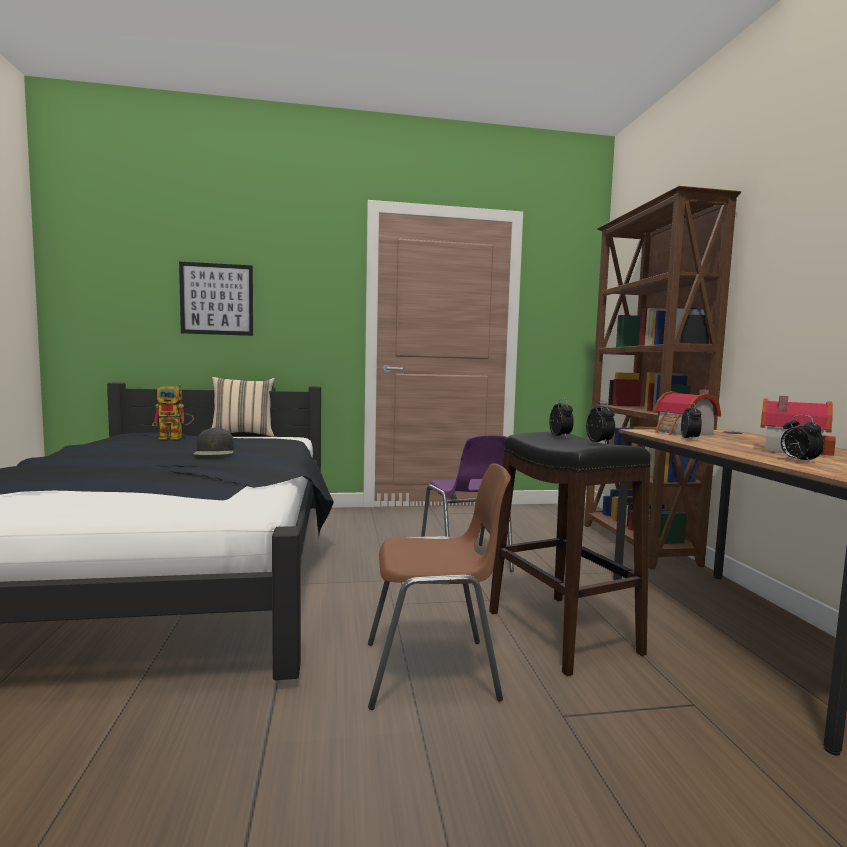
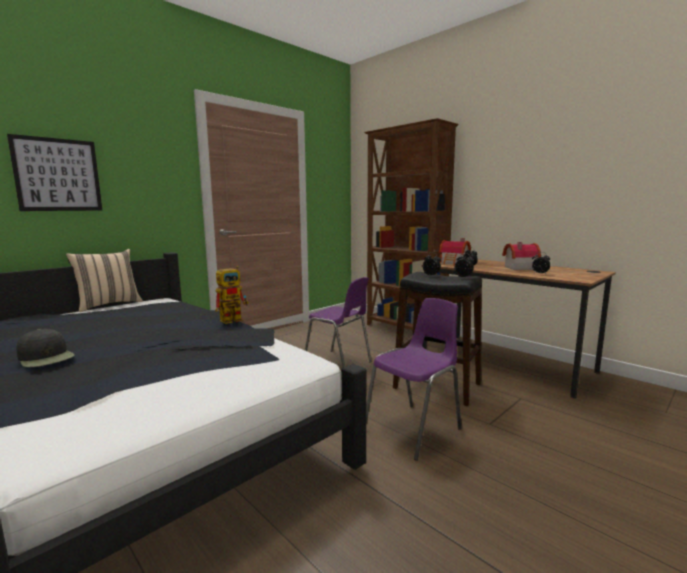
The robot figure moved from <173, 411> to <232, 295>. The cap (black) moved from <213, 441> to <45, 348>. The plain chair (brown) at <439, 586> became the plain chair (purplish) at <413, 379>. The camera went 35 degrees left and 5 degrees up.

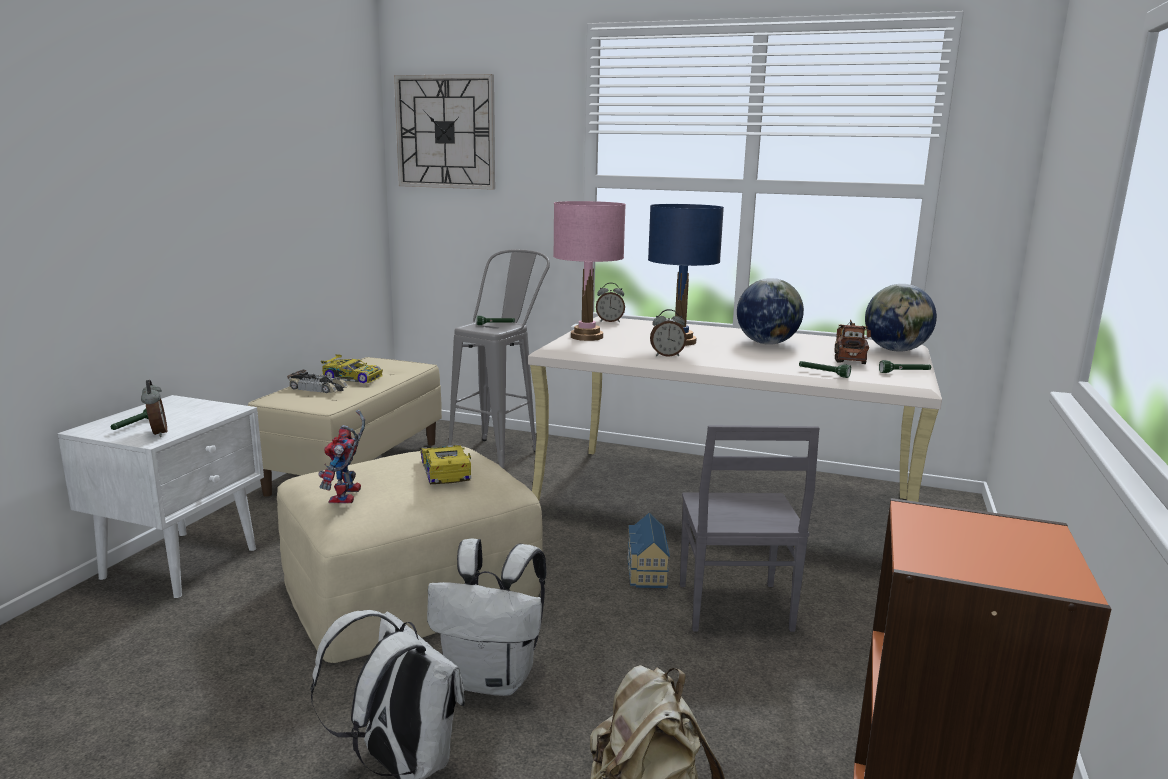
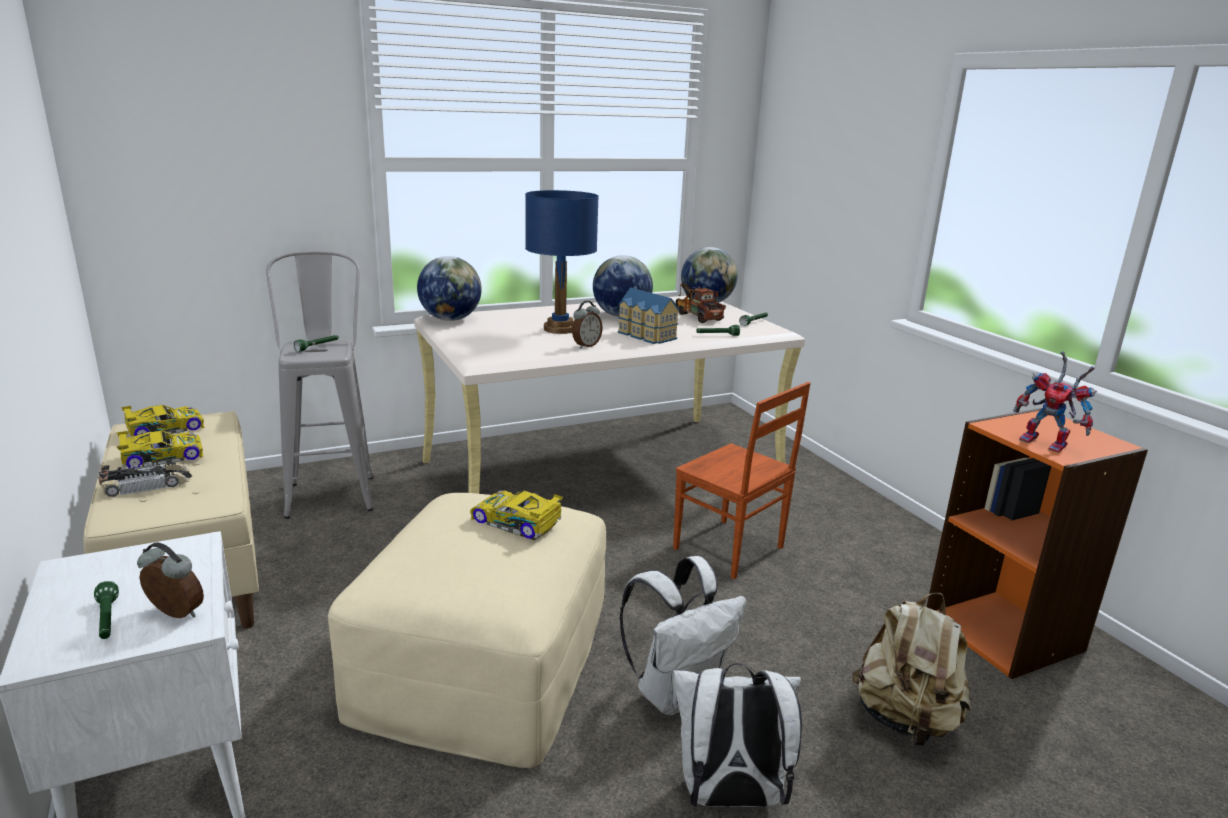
The hanging clock at <444, 132> disappeared. The table lamp (pink-coloured) at <589, 271> disappeared. The alarm clock at <610, 302> was replaced by the world globe at <449, 288>. The robot figure moved from <341, 456> to <1055, 402>. The plain chair (gray) at <750, 528> became the plain chair (brown) at <742, 480>. The toy house moved from <648, 550> to <649, 315>. The miniature car at <163, 421> appeared. The camera went 45 degrees left and 5 degrees up.

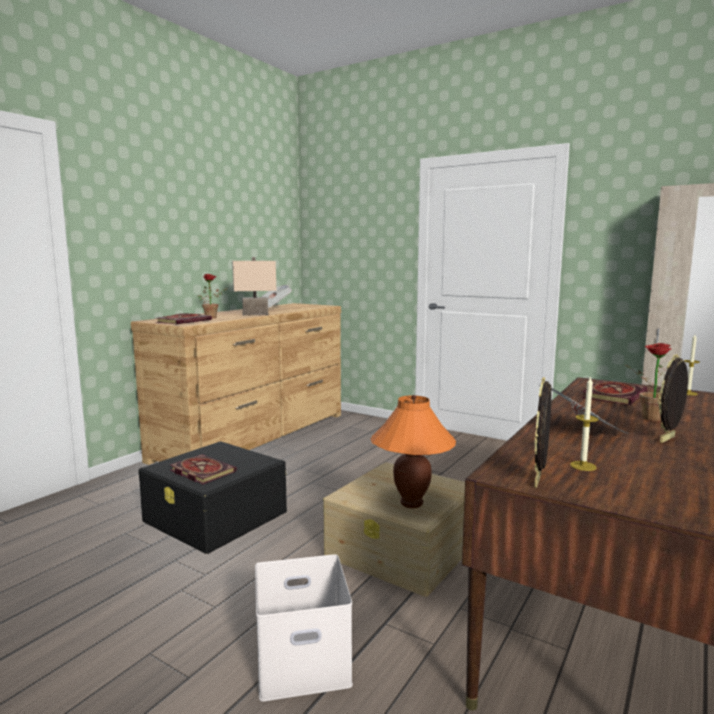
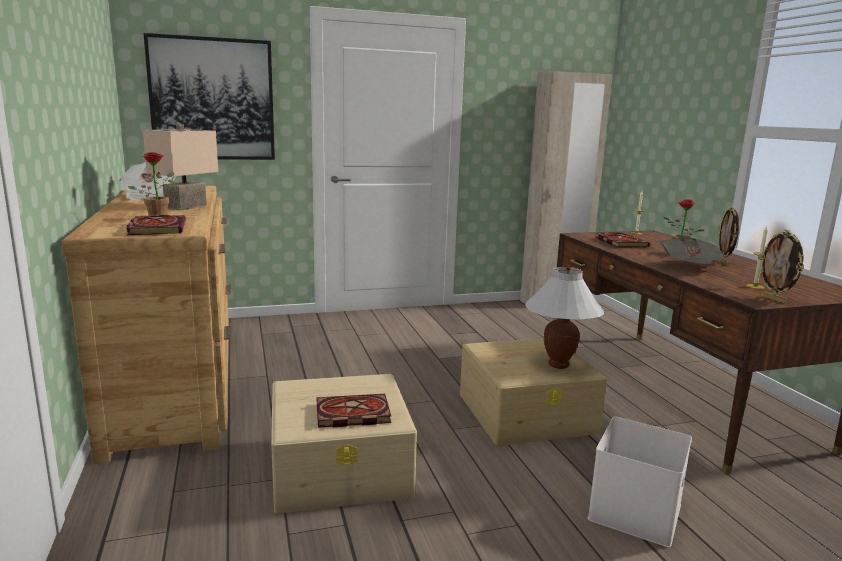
The table lamp (orangey) at <413, 451> became the table lamp (white-coloured) at <564, 317>. The storage bin (black) at <213, 497> became the storage bin (sand-coloured) at <344, 444>. The wall picture at <209, 96> appeared. The camera went 50 degrees left and 5 degrees up.

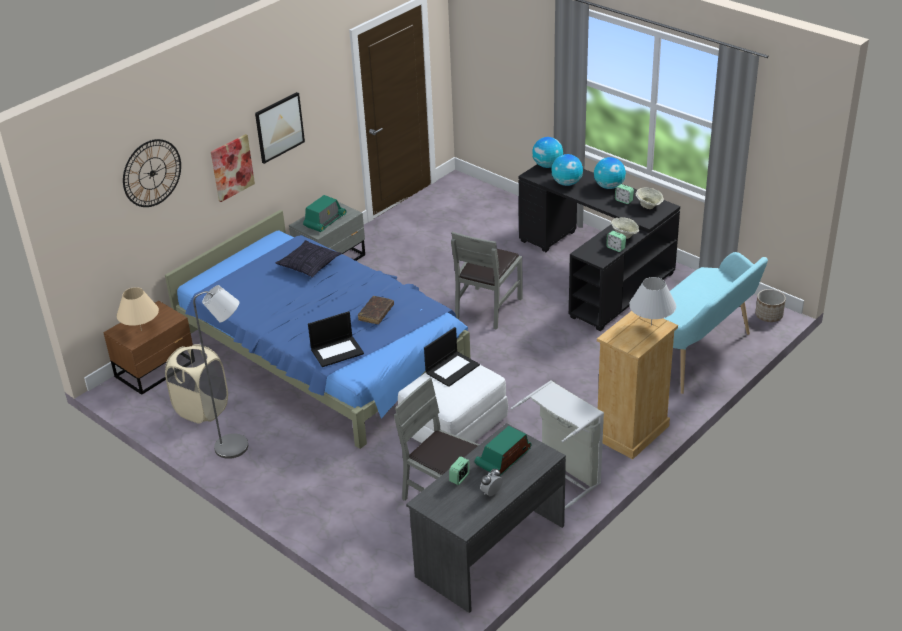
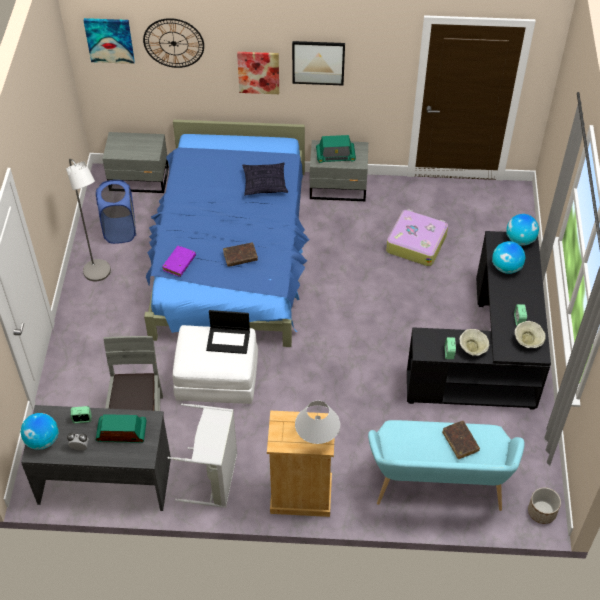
The world globe moved from <610, 173> to <39, 431>. The plain chair (gray) at <487, 281> disappeared. The table lamp (sand-coloured) at <137, 309> disappeared. The nightstand (brown) at <148, 348> became the nightstand (gray) at <136, 162>. The notebook computer at <336, 339> was replaced by the bound book (purplish) at <179, 261>. The laundry basket (sand-coloured) at <196, 384> became the laundry basket (blue) at <116, 212>. The wall picture at <109, 41> appeared. The travel case at <417, 237> appeared. The bound book (brown) at <461, 440> appeared. The camera went 50 degrees right and 15 degrees up.

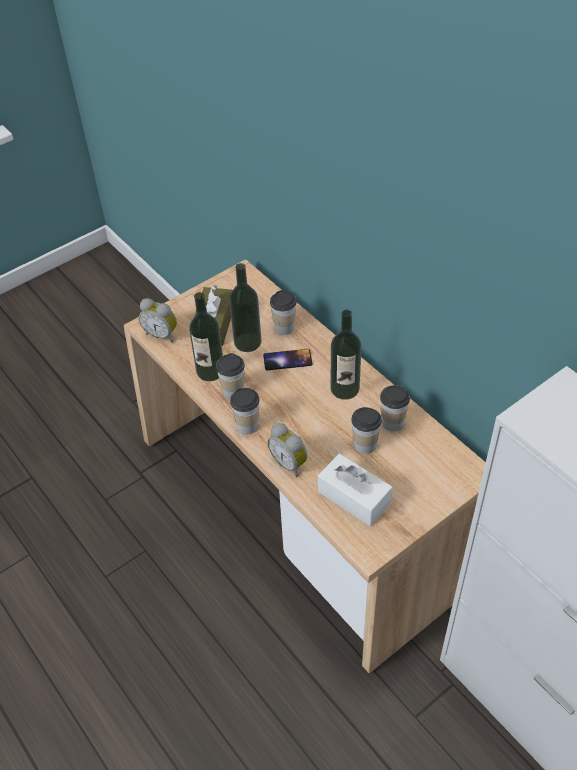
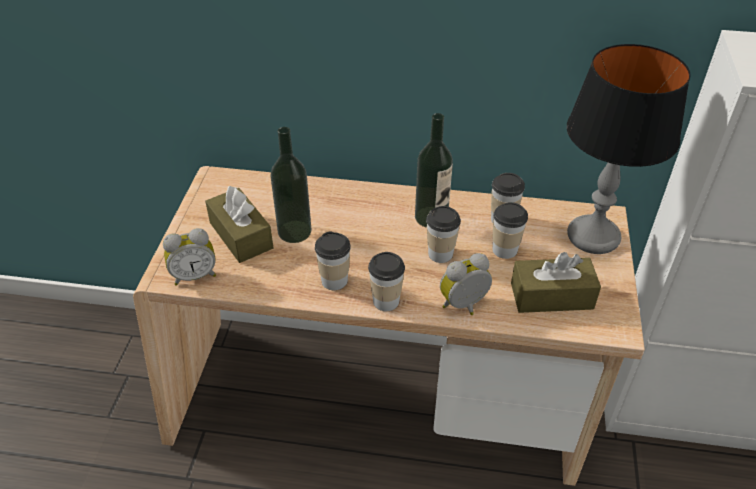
The cup moved from <283, 312> to <443, 234>. The bottle at <206, 336> disappeared. The phone at <287, 359> disappeared. The alarm clock at <287, 450> turned 150 degrees clockwise. The box of tissues (white-coloured) at <355, 490> became the box of tissues (brown) at <556, 282>. The table lamp at <629, 149> appeared. The camera went 45 degrees left and 5 degrees down.

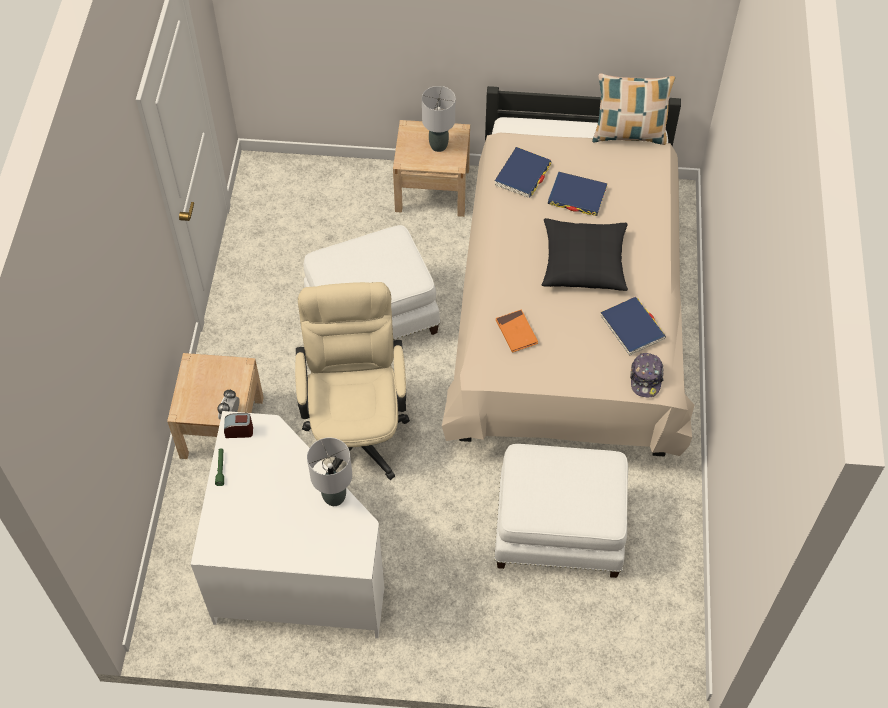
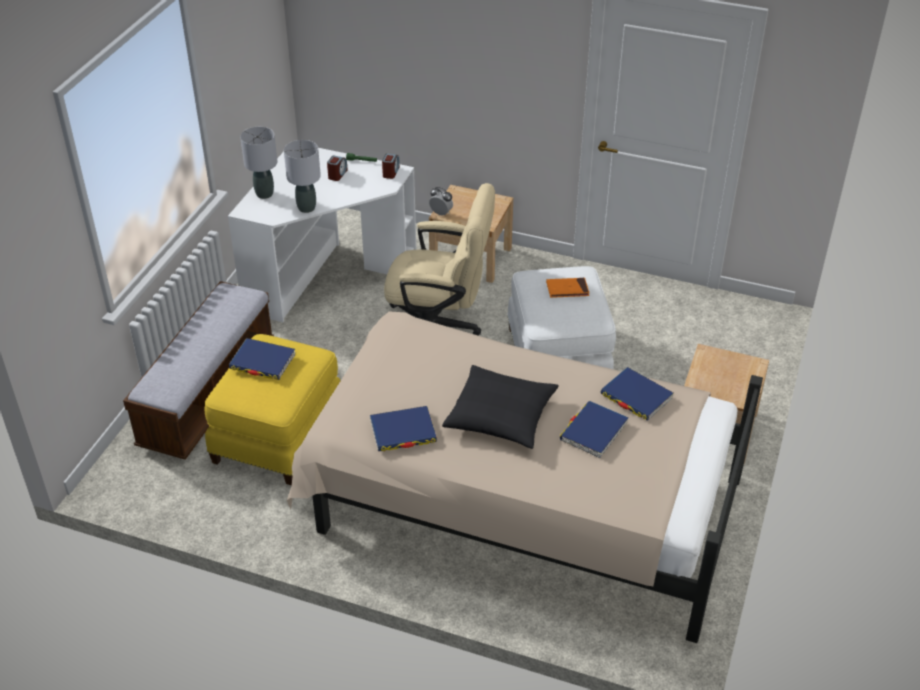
The cushion at <633, 109> disappeared. The table lamp (gray) moved from <438, 119> to <259, 163>. The bound book (orangey) moved from <517, 331> to <567, 288>. The cap at <647, 375> disappeared. The pouffe (white-coloured) at <561, 511> became the pouffe (yellowish) at <272, 410>. The alarm clock at <337, 168> appeared. The long seat at <198, 370> appeared. The bound book (blue) at <262, 359> appeared. The camera went 105 degrees right and 15 degrees down.

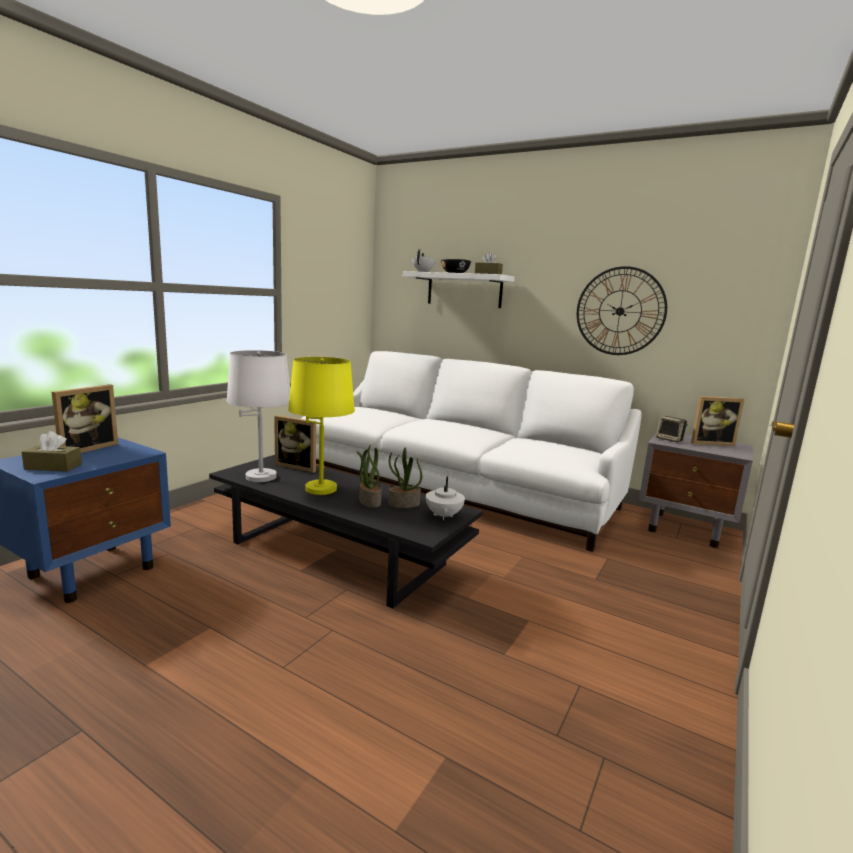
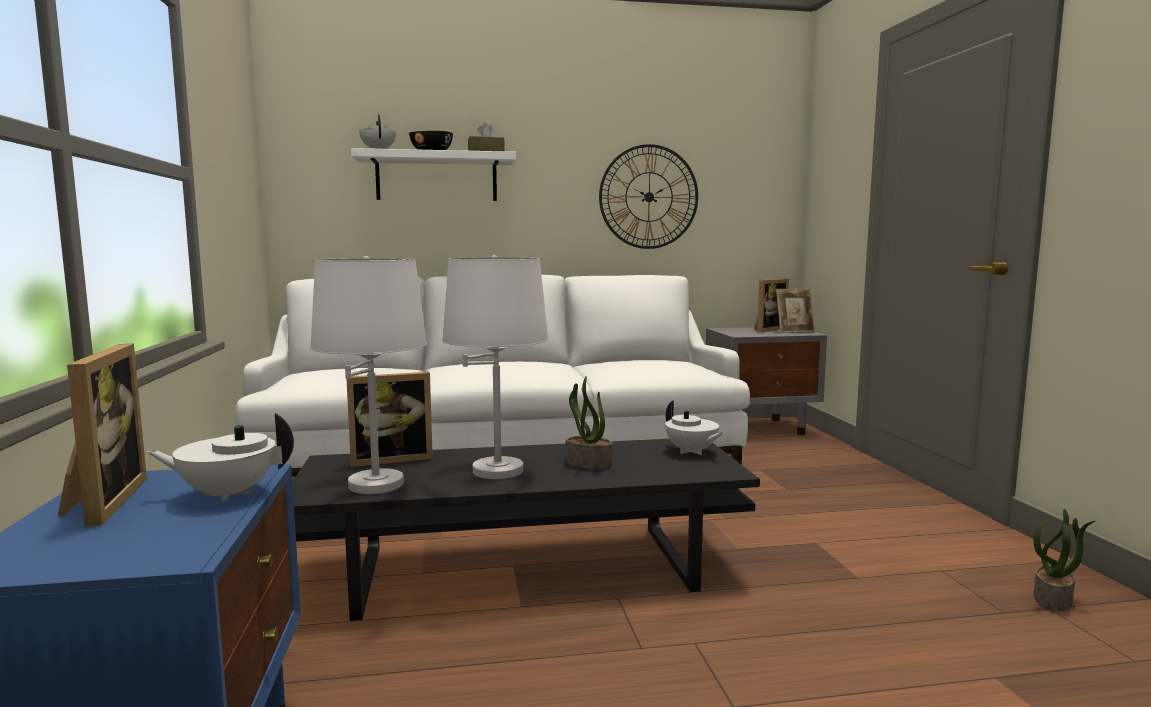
The table lamp (yellowish) at <321, 426> became the table lamp (white-coloured) at <495, 367>. The loudspeaker at <672, 429> disappeared. The box of tissues (brown) at <52, 451> disappeared. The plant in a pot moved from <405, 478> to <1064, 560>. The photo frame at <796, 311> appeared. The tea pot (white-coloured) at <220, 457> appeared. The camera went 40 degrees left and 5 degrees down.

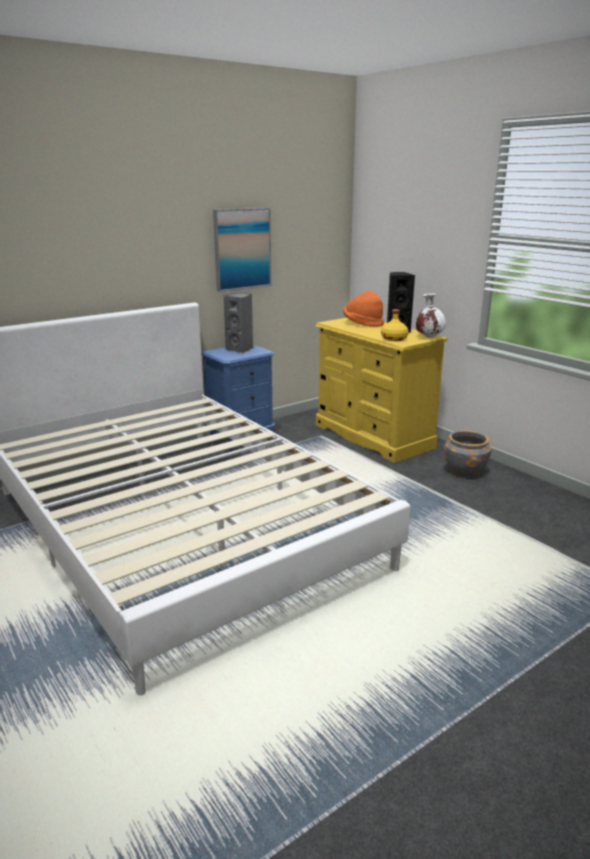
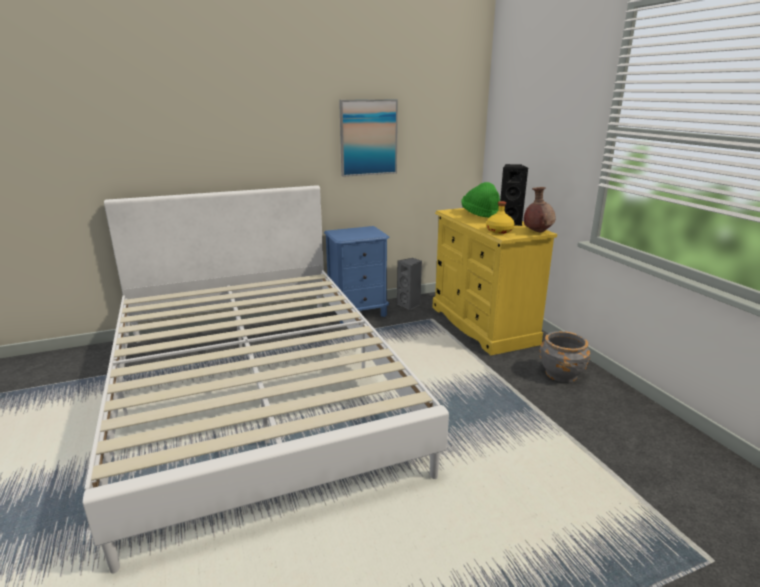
The hat (orangey) at <363, 309> became the hat (greenish) at <480, 200>. The loudspeaker (gray) moved from <238, 323> to <409, 284>. The vase (white-coloured) at <431, 315> became the vase (brown) at <539, 210>. The camera went 15 degrees right and 0 degrees up.

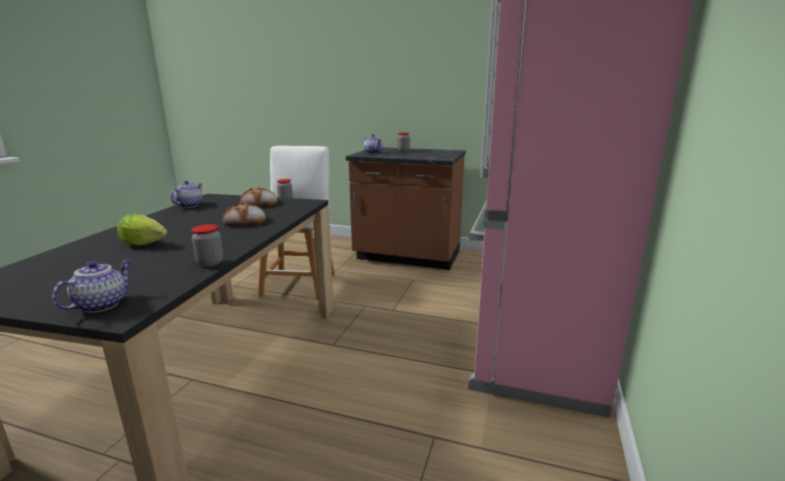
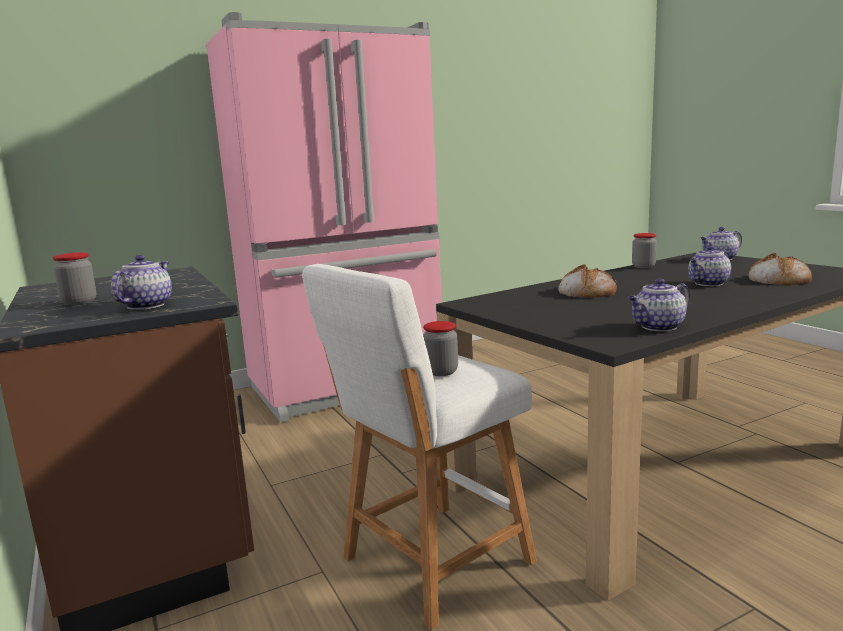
The baked bread moved from <258, 197> to <780, 269>. The lettuce head at <142, 230> was replaced by the tea pot at <709, 265>. The camera went 135 degrees left and 5 degrees down.

